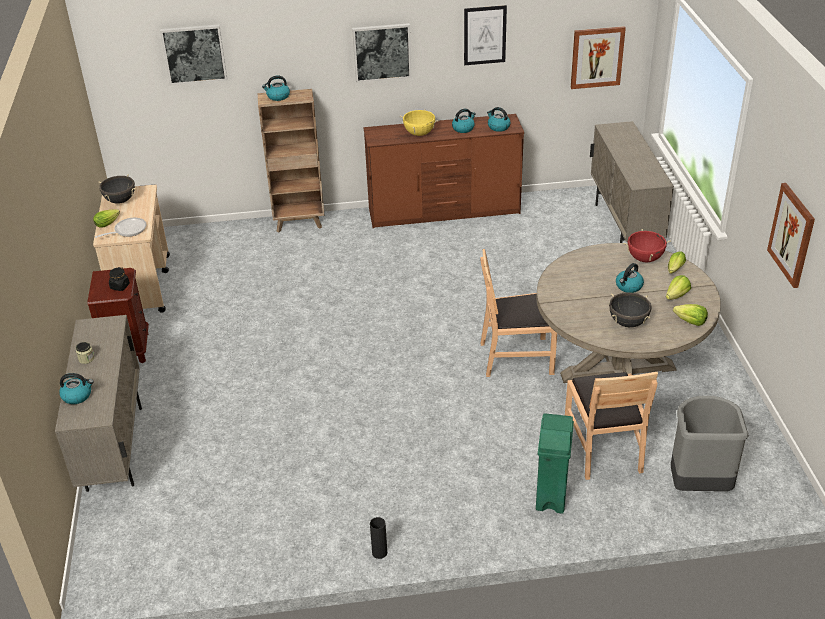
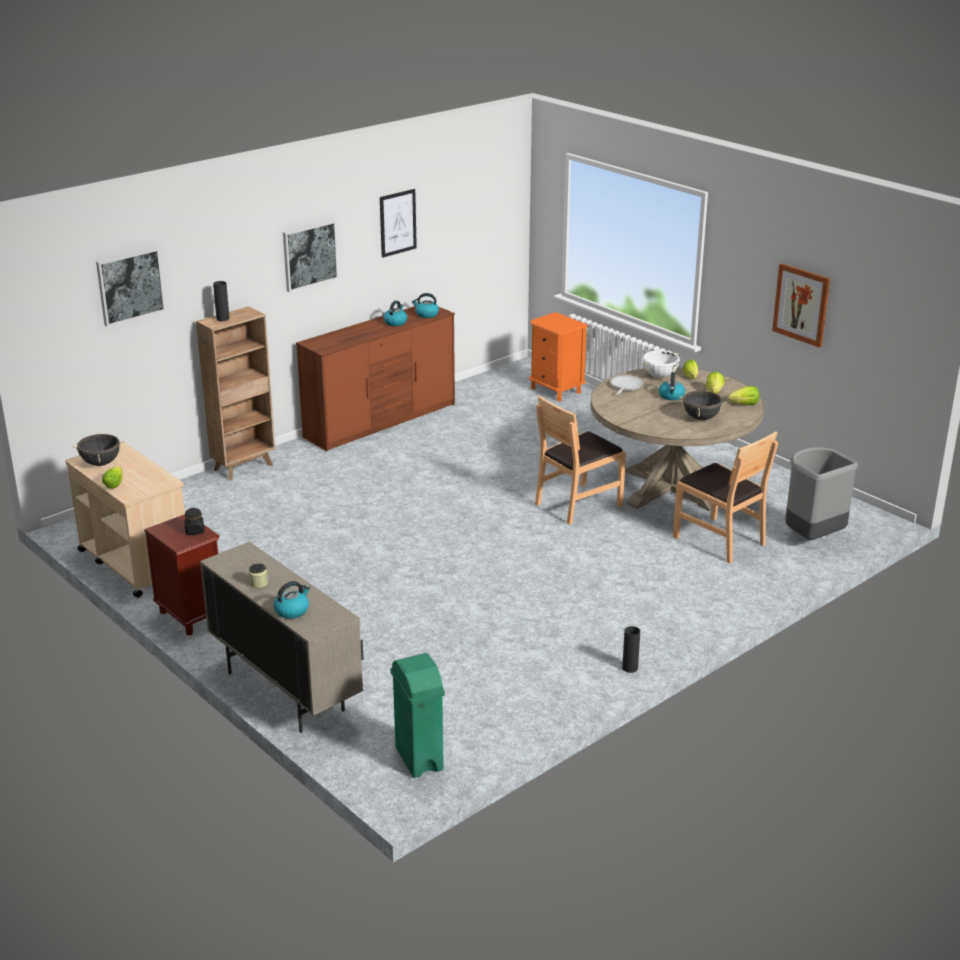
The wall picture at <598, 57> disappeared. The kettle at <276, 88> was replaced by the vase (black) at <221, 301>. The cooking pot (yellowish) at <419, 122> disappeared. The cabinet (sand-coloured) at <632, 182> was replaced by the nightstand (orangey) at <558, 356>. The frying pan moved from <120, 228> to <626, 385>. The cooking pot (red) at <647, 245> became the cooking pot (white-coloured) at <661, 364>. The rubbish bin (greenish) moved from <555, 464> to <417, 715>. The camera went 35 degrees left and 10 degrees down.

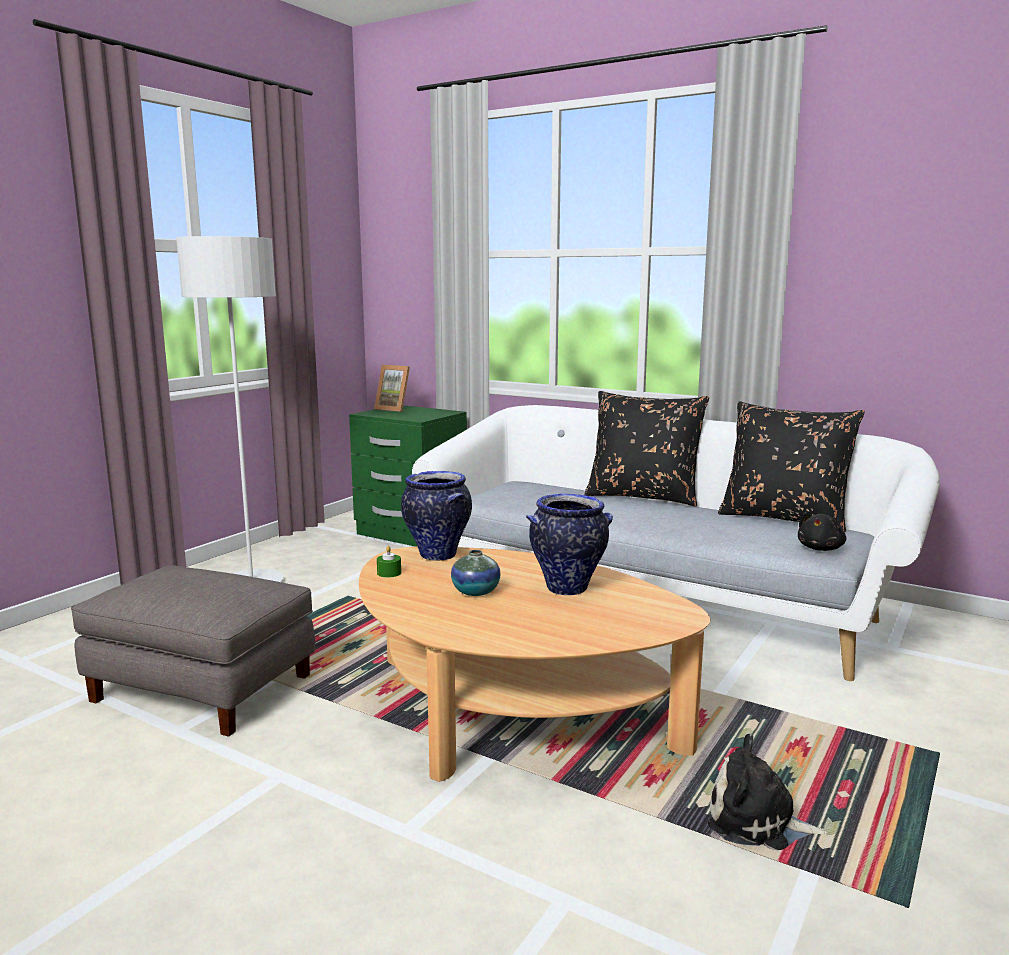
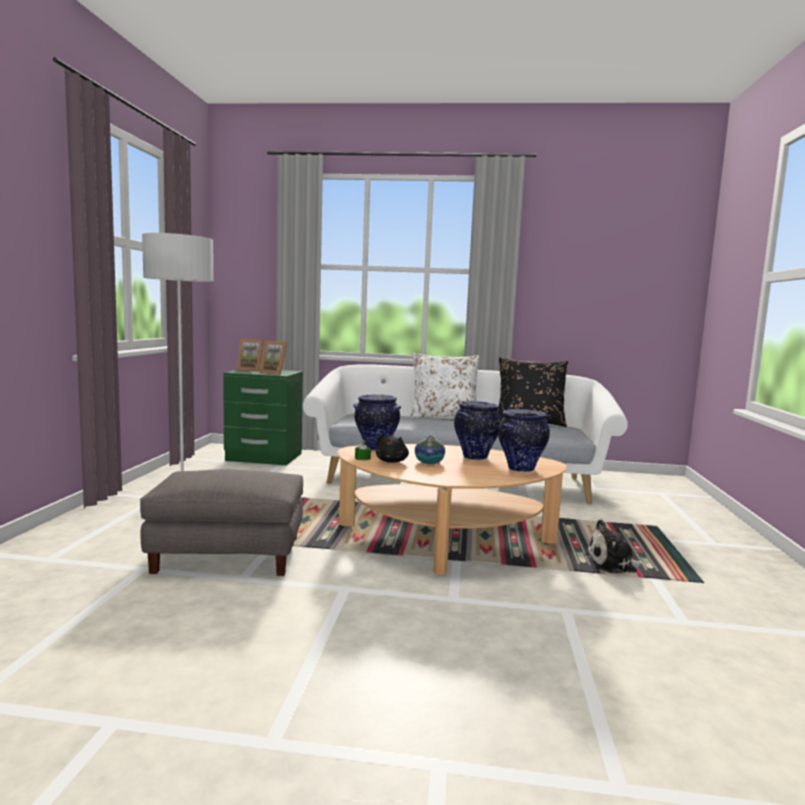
The cushion (black) at <647, 448> became the cushion (white-coloured) at <445, 385>. The cuddly toy (black) moved from <822, 531> to <392, 449>. The photo frame at <273, 358> appeared. The vase at <524, 440> appeared. The camera went 25 degrees left and 5 degrees down.

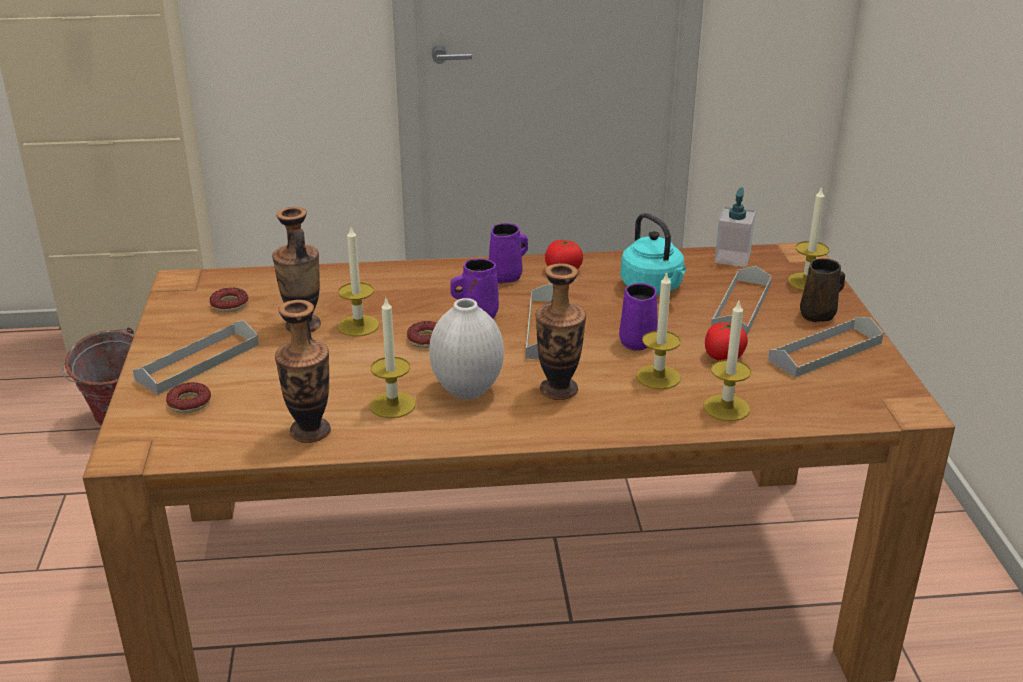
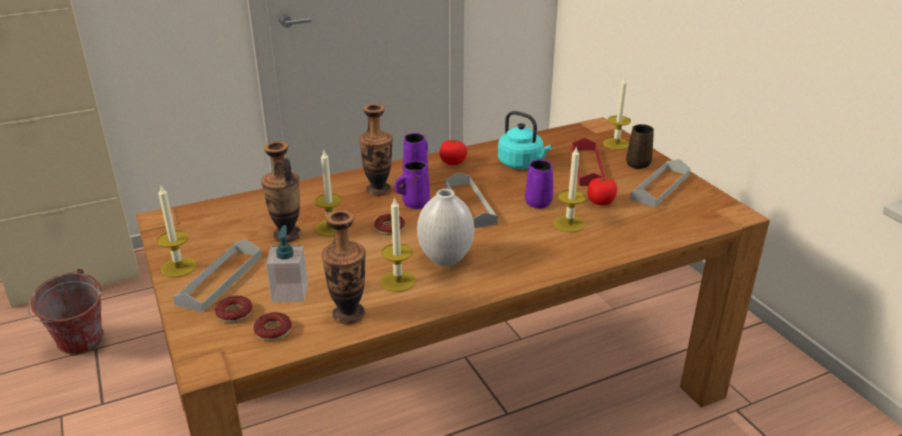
The liquid soap bottle moved from <735, 227> to <287, 264>. The vase moved from <560, 331> to <376, 150>. The carrying tray (gray) at <741, 300> became the carrying tray (red) at <589, 162>. The donut moved from <229, 299> to <272, 326>. The wax light moved from <727, 360> to <177, 232>. The camera went 20 degrees left and 0 degrees up.

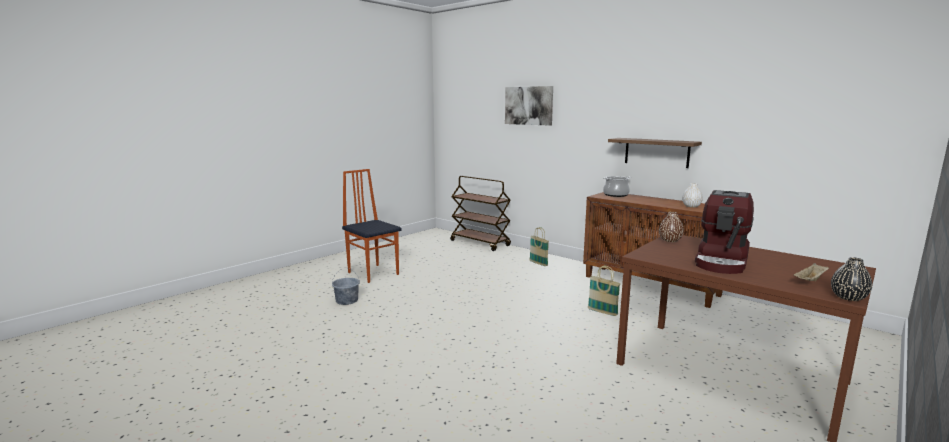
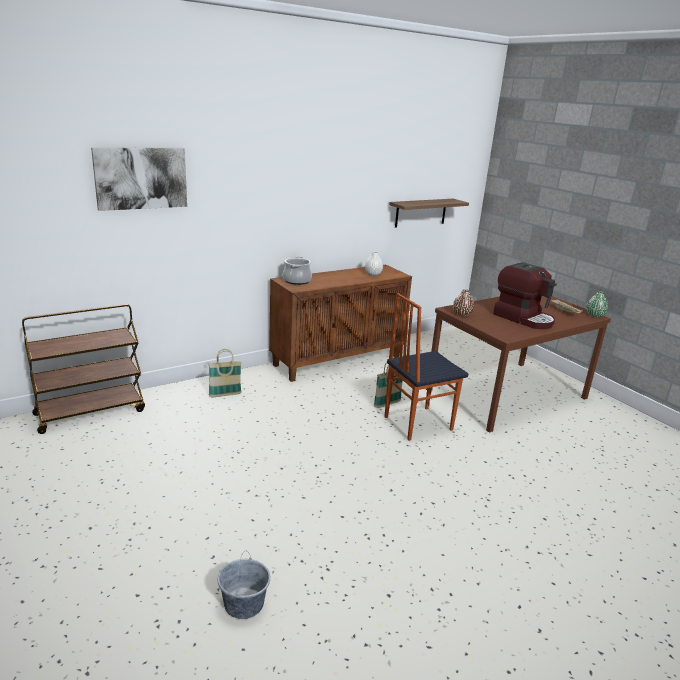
The bracket shelf moved from <655, 153> to <429, 213>. The plain chair moved from <371, 226> to <426, 367>. The vase (black) at <851, 279> became the vase (greenish) at <597, 304>. The camera went 75 degrees left and 10 degrees up.

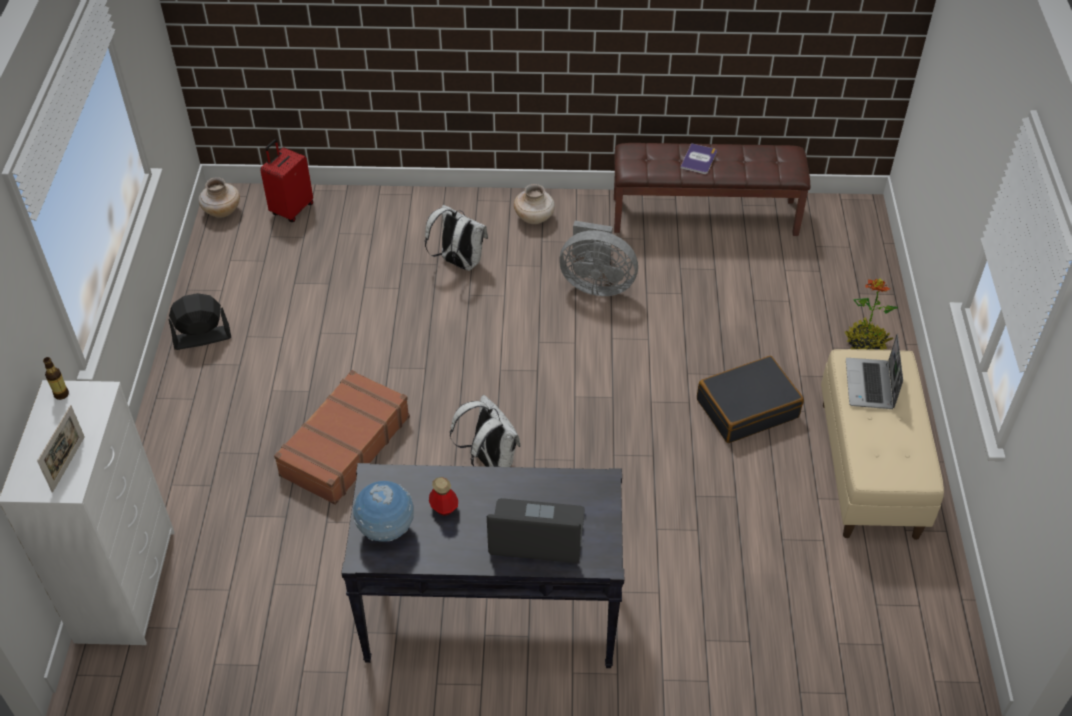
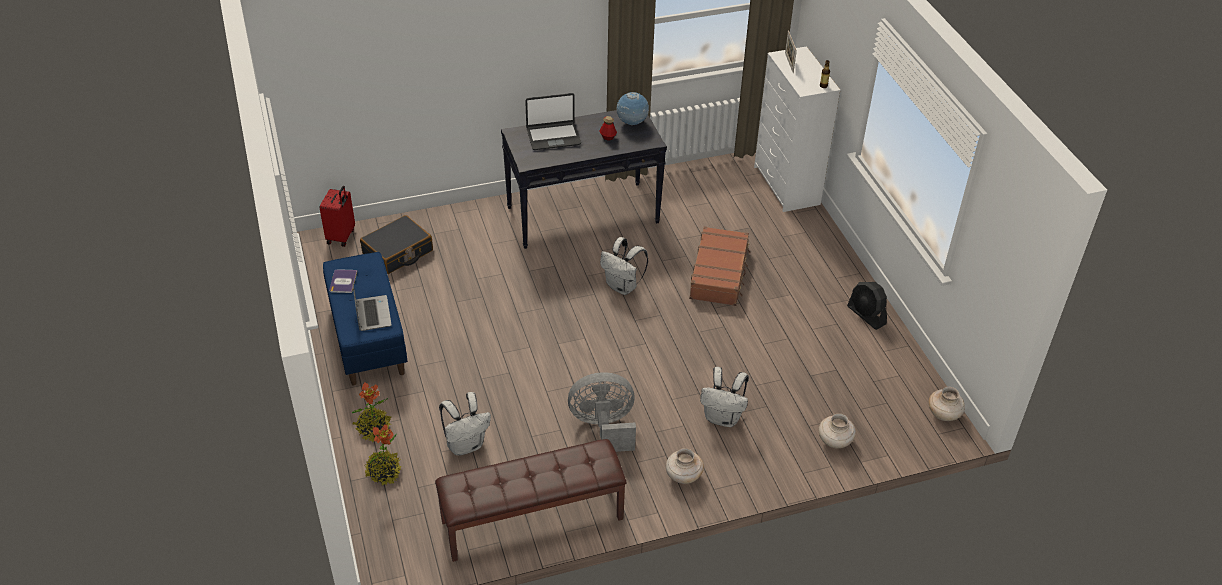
The travel case (red) moved from <286, 180> to <337, 216>. The bound book moved from <698, 158> to <343, 281>. The cooling fan (black) at <200, 321> turned 90 degrees clockwise. The long seat (sand-coloured) at <882, 444> became the long seat (blue) at <365, 318>. The travel case (black) moved from <750, 399> to <396, 244>. The backpack (white-coloured) at <465, 424> appeared. The vase (sand-coloured) at <837, 430> appeared. The plant in a pot at <383, 454> appeared. The camera went 160 degrees right and 5 degrees down.

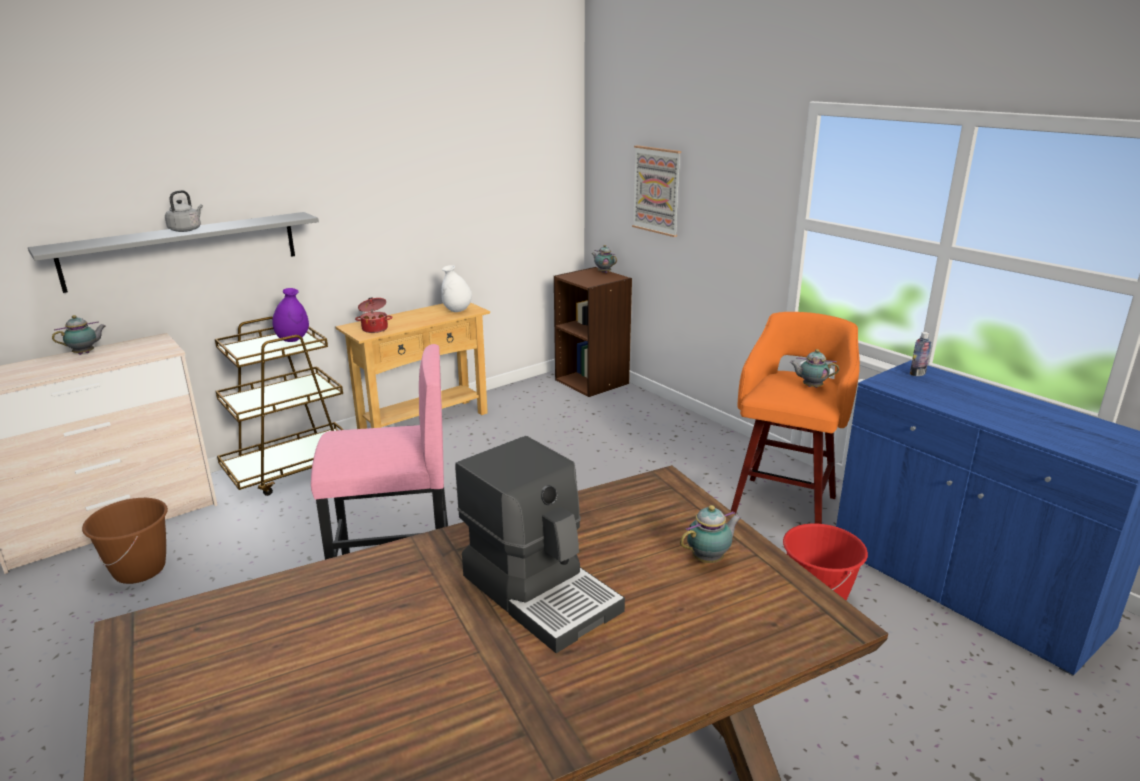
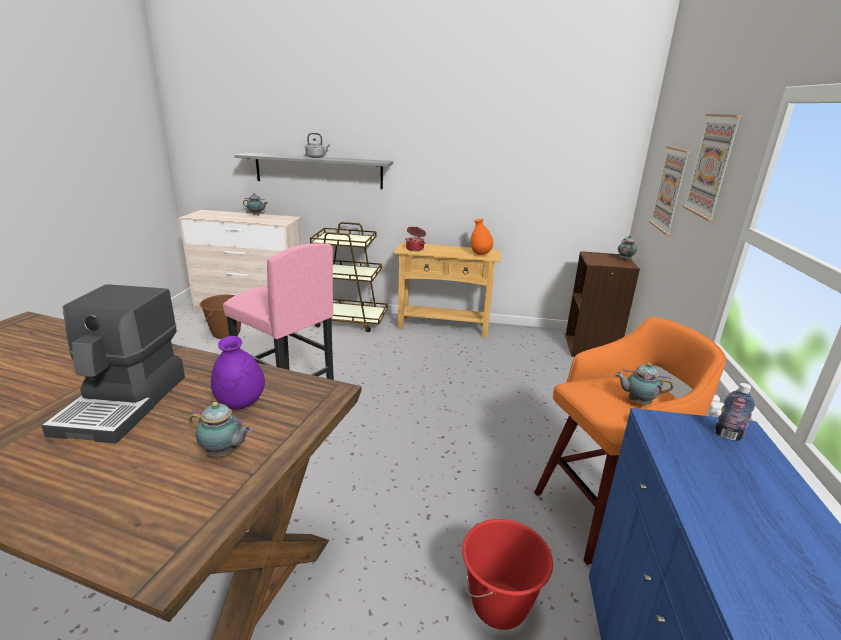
The vase (white-coloured) at <456, 288> became the vase (orangey) at <482, 237>. The vase (purplish) moved from <290, 315> to <238, 373>. The tea pot at <814, 368> turned 45 degrees counterclockwise. The wall picture at <713, 167> appeared. The camera went 45 degrees right and 0 degrees up.

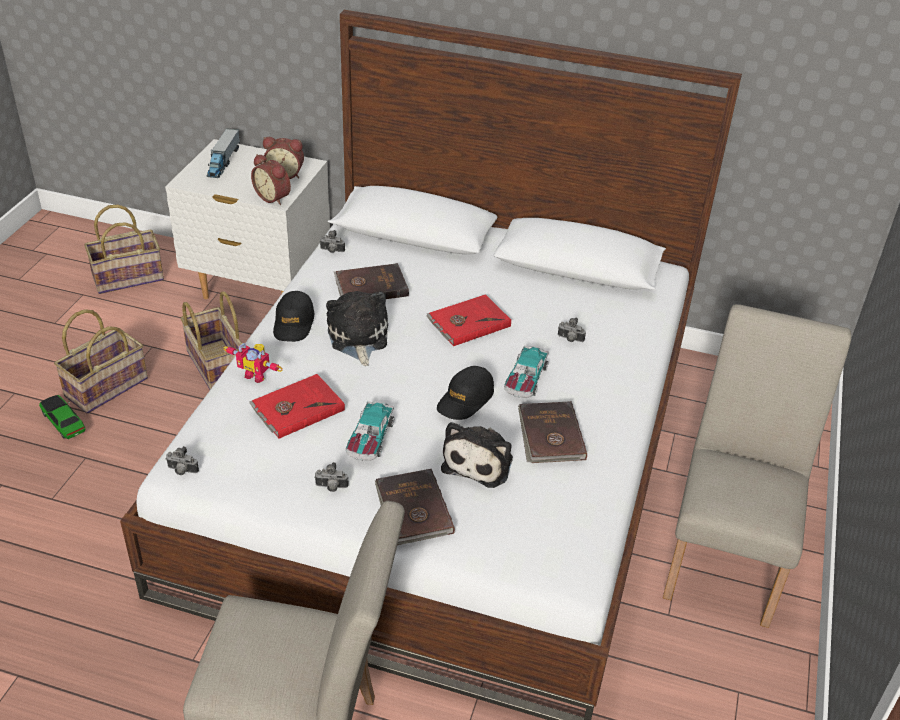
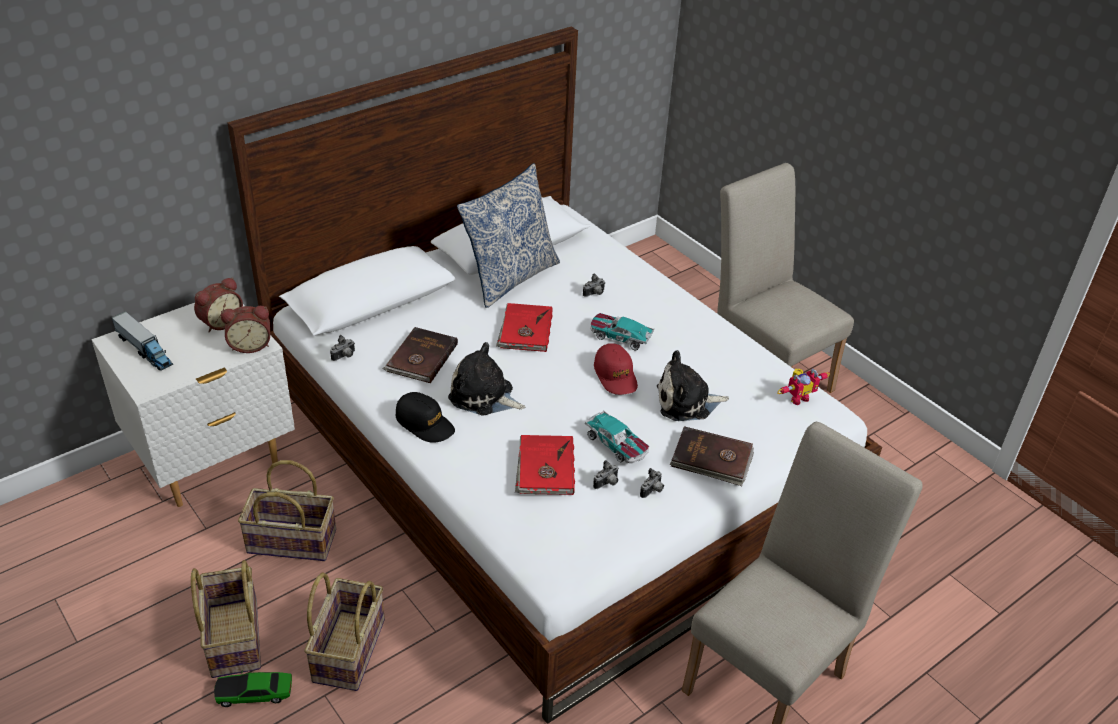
The basket moved from <124, 249> to <344, 632>. The robot figure moved from <253, 363> to <803, 387>. The miniature car at <526, 371> turned 150 degrees clockwise. The cap (black) at <465, 393> became the cap (red) at <616, 369>. The bound book (brown) at <552, 432> disappeared. The cuddly toy at <477, 455> turned 120 degrees clockwise. The photo camera moved from <182, 460> to <606, 474>. The cushion at <508, 235> appeared. The camera went 55 degrees left and 0 degrees up.

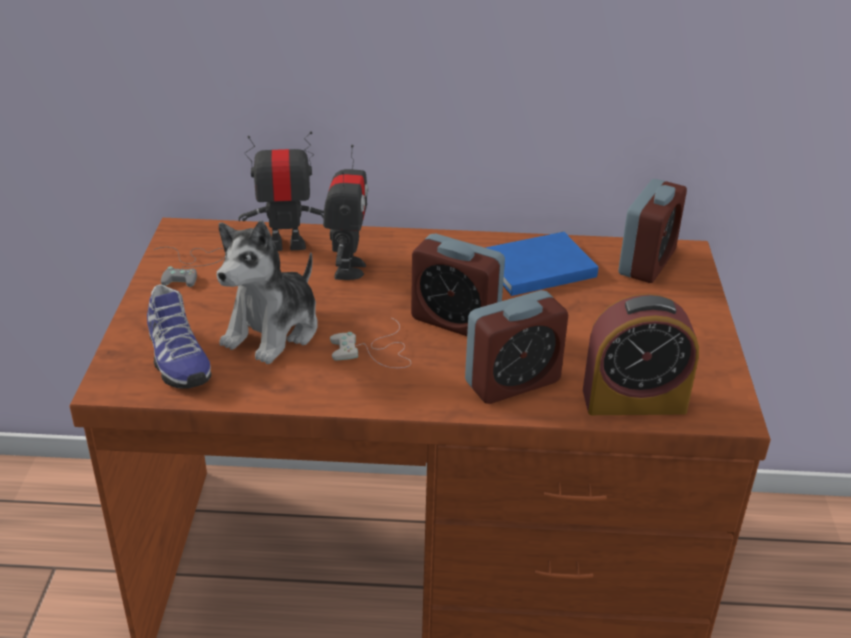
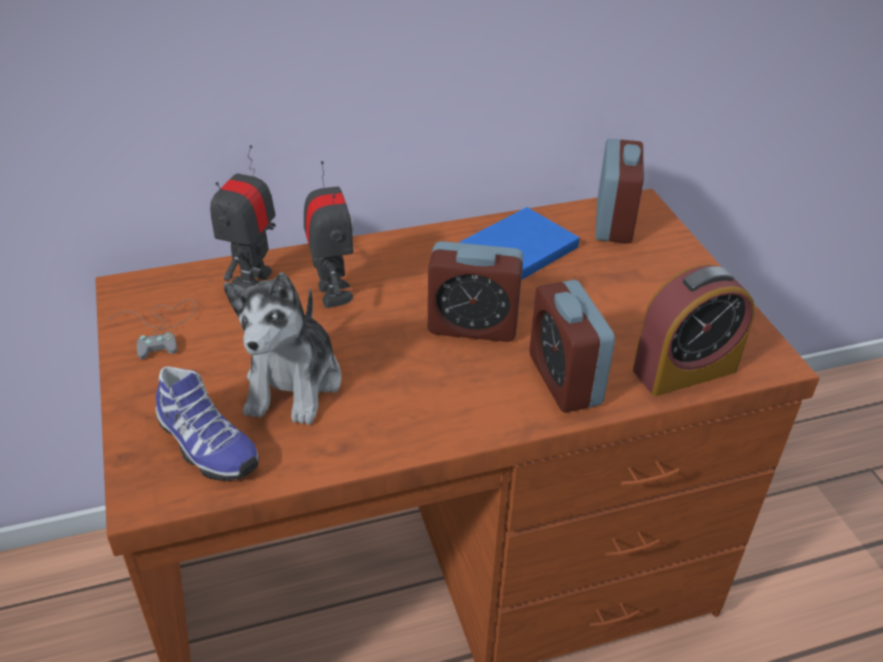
The robot figure at <281, 191> turned 45 degrees counterclockwise. The alarm clock at <516, 347> turned 120 degrees clockwise. The gamepad (white-coloured) at <370, 343> disappeared. The camera went 20 degrees left and 5 degrees up.

